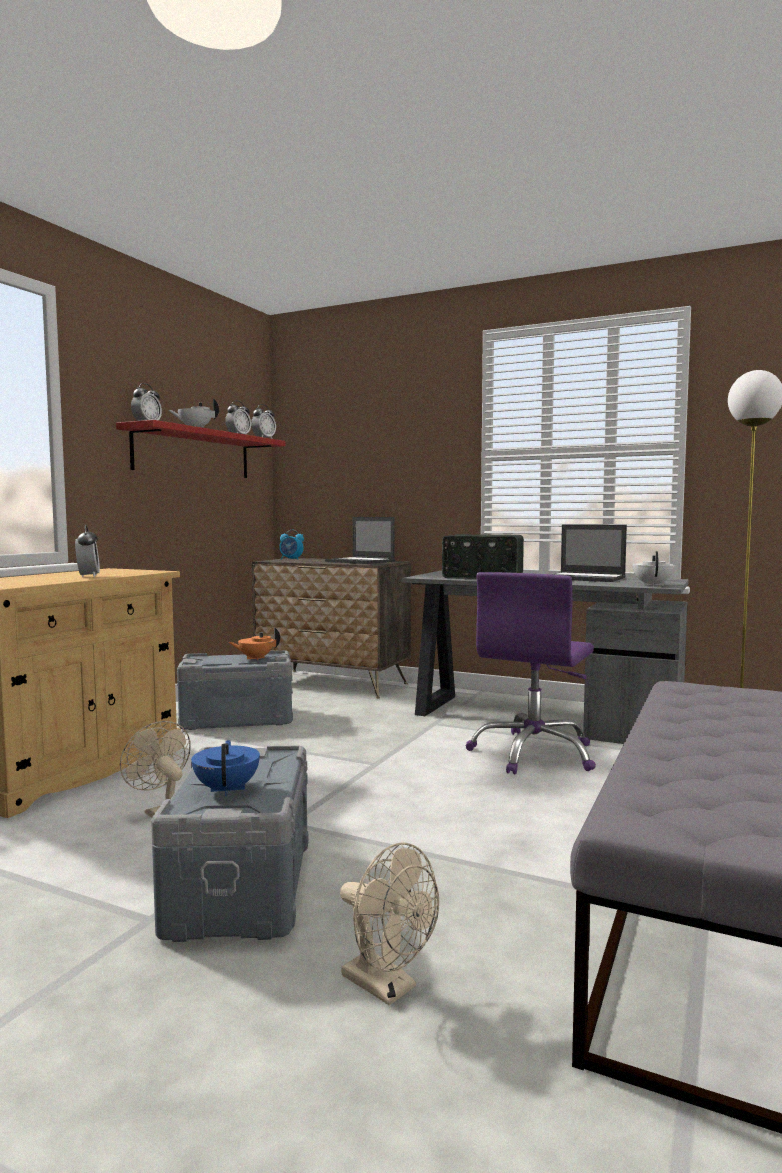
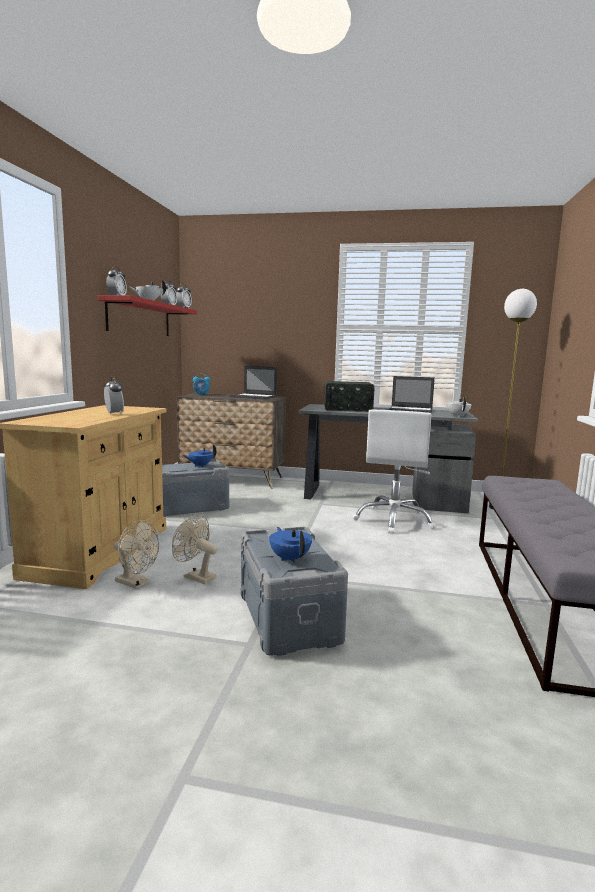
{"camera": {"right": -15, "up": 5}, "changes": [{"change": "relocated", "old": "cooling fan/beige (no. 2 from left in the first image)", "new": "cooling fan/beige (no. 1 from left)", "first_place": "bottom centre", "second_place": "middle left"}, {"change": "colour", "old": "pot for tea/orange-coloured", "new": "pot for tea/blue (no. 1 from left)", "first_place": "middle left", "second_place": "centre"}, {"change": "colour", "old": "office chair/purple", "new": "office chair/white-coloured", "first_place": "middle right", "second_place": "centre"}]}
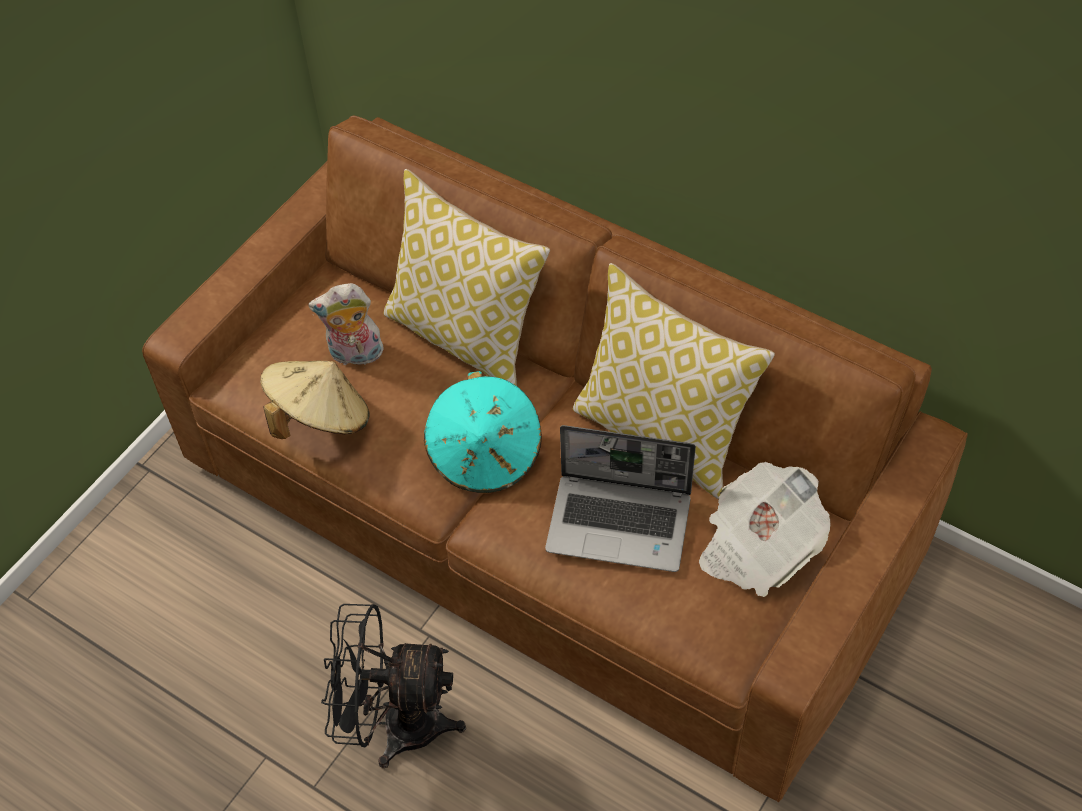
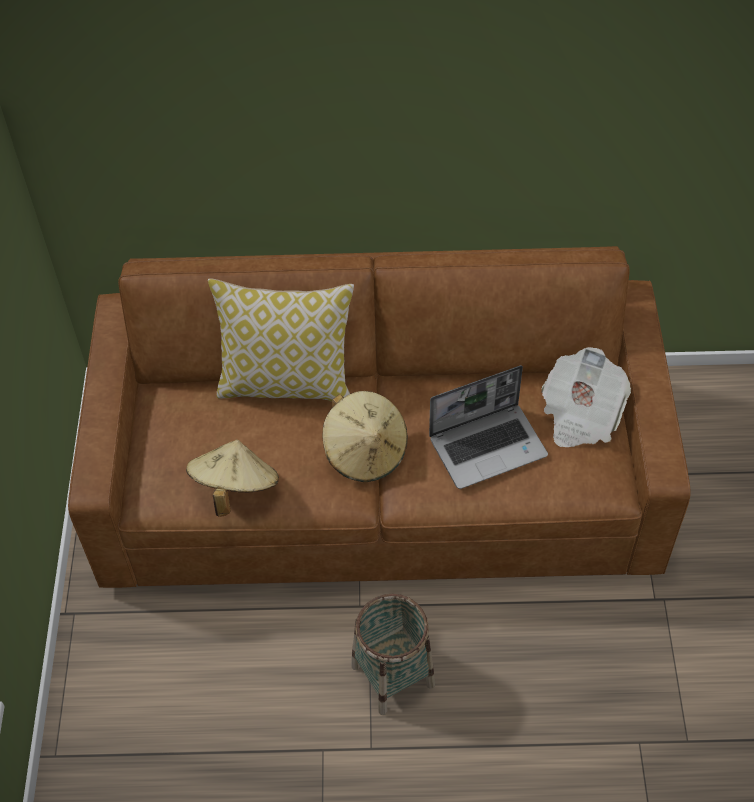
{"camera": {"right": -35, "up": 0}, "changes": [{"change": "missing", "old": "soft toy", "first_place": "middle left"}, {"change": "missing", "old": "throw pillow (no. 2 from left)", "first_place": "centre"}, {"change": "exchanged", "old": "cooling fan/black-coloured", "new": "basket", "first_place": "bottom centre", "second_place": "bottom centre"}, {"change": "colour", "old": "wearable hat/turquoise-coloured", "new": "wearable hat/beige (no. 2 from left)", "first_place": "centre", "second_place": "centre"}]}
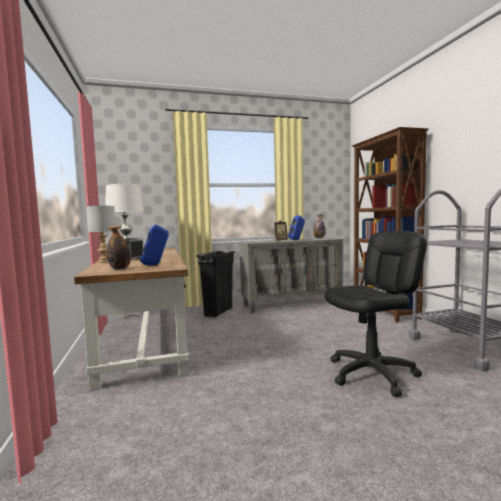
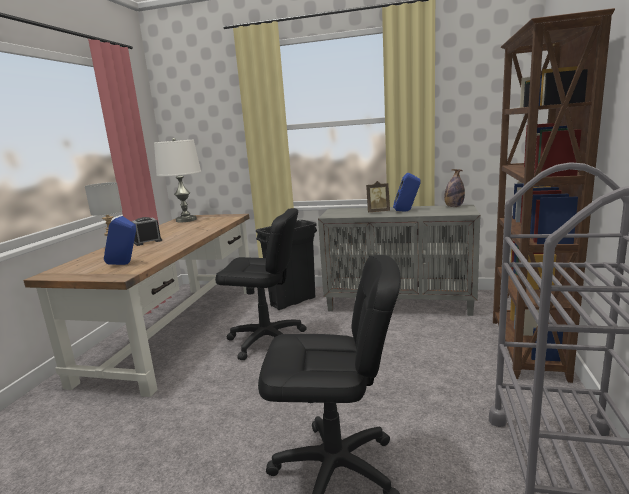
{"camera": {"right": 30, "up": 10}, "changes": [{"change": "missing", "old": "bottle (no. 1 from left)", "first_place": "middle left"}, {"change": "appeared", "new": "office chair/black-coloured (no. 1 from left)", "second_place": "centre"}]}
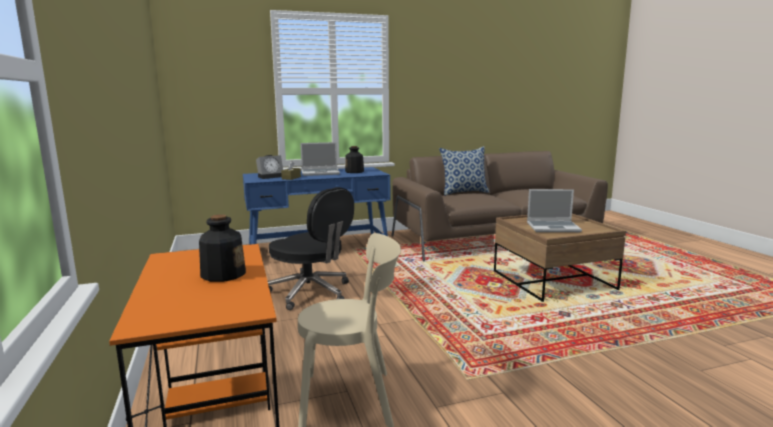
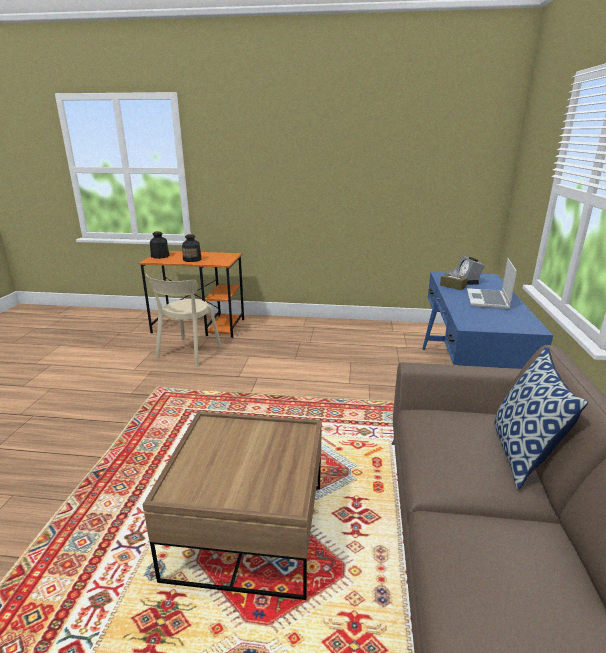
{"camera": {"right": 115, "up": 10}, "changes": [{"change": "missing", "old": "office chair/black-coloured", "first_place": "centre"}, {"change": "missing", "old": "laptop (no. 2 from left)", "first_place": "middle right"}, {"change": "relocated", "old": "bottle (no. 2 from left in the first image)", "new": "bottle (no. 1 from left)", "first_place": "centre", "second_place": "middle left"}]}
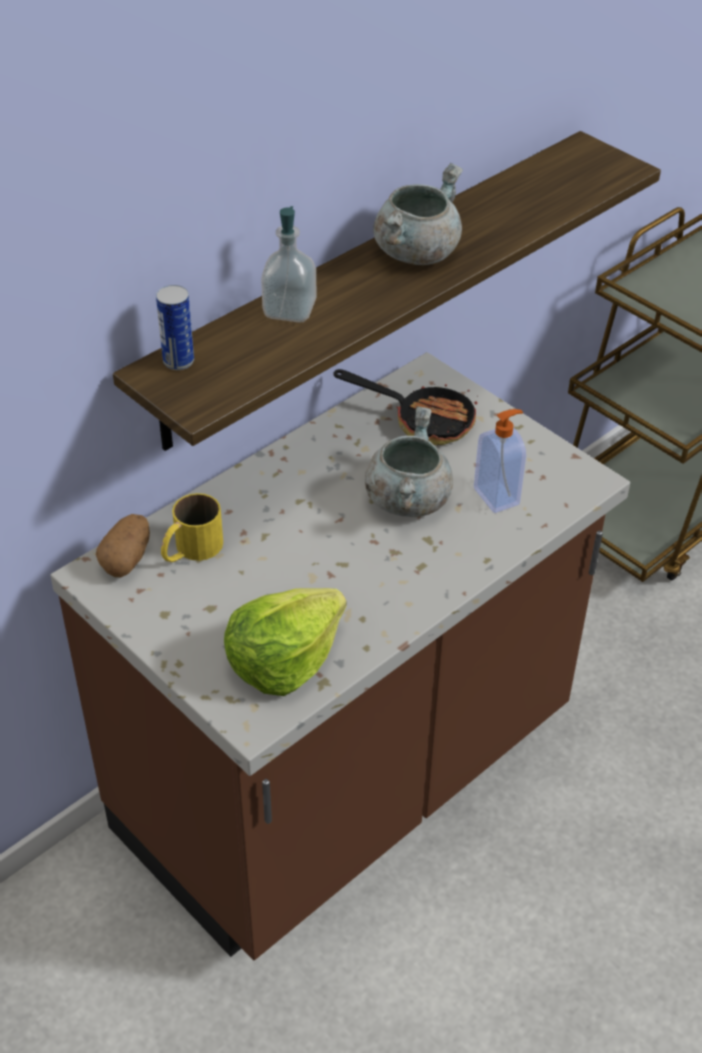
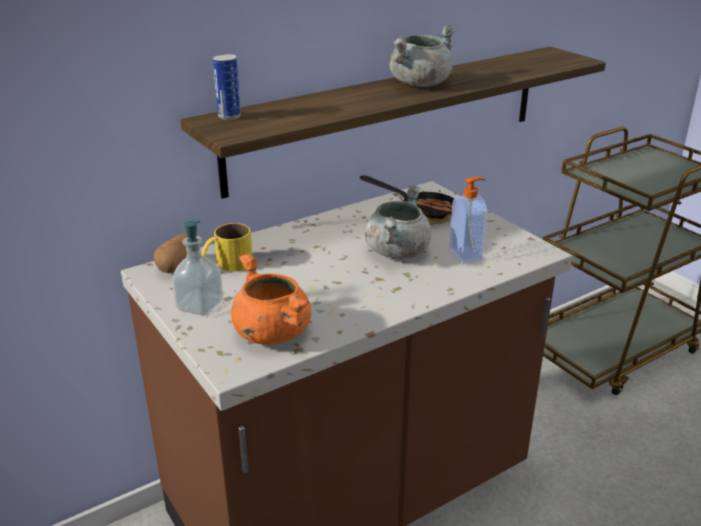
{"camera": {"right": 10, "up": -15}, "changes": [{"change": "relocated", "old": "soap dispenser (no. 1 from left)", "first_place": "top centre", "second_place": "middle left"}, {"change": "exchanged", "old": "lettuce", "new": "stockpot/orange-coloured", "first_place": "centre", "second_place": "centre"}]}
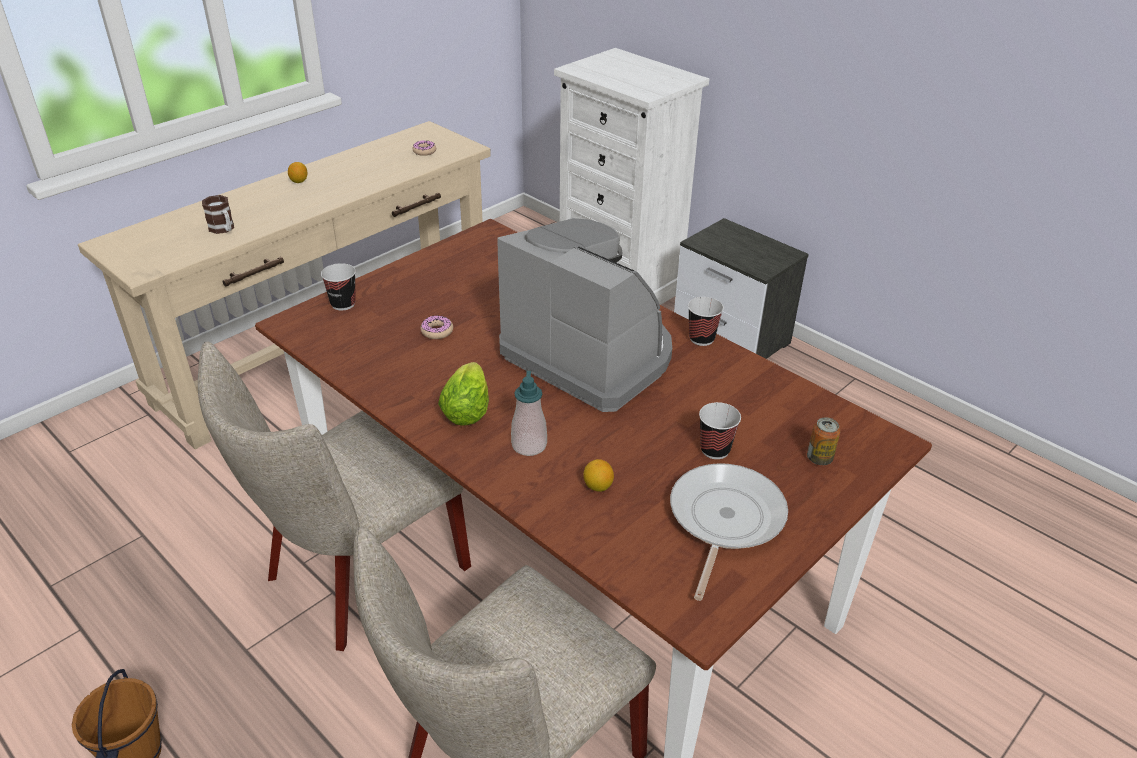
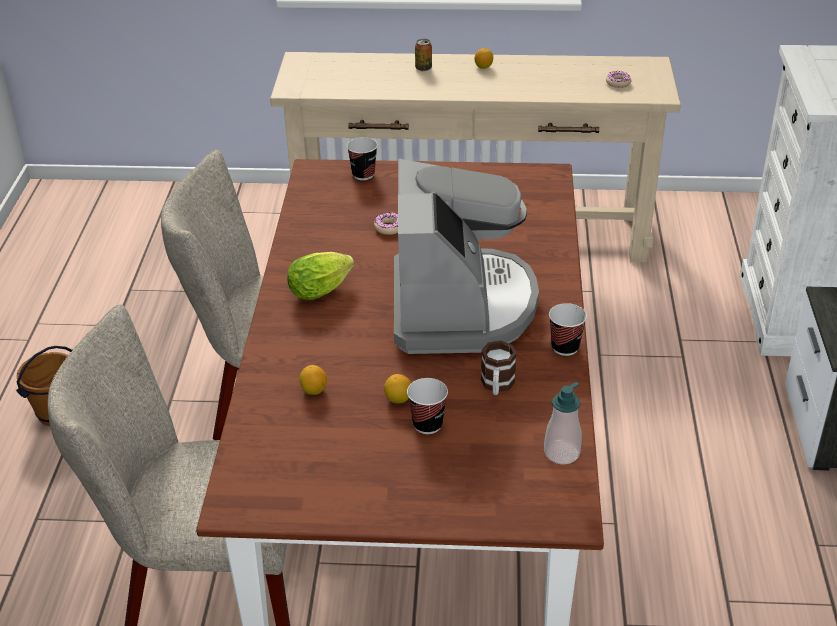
{"camera": {"right": 50, "up": 0}, "changes": [{"change": "missing", "old": "skillet", "first_place": "bottom centre"}, {"change": "appeared", "new": "whole lemon (no. 2 from left)", "second_place": "centre"}, {"change": "relocated", "old": "mug", "first_place": "top left", "second_place": "centre"}, {"change": "relocated", "old": "soap dispenser", "first_place": "centre", "second_place": "bottom right"}, {"change": "relocated", "old": "can", "first_place": "middle right", "second_place": "top centre"}]}
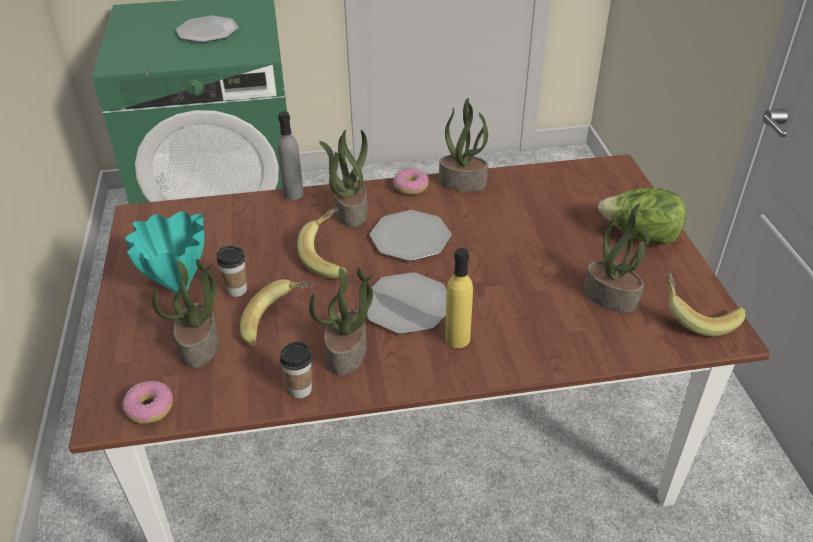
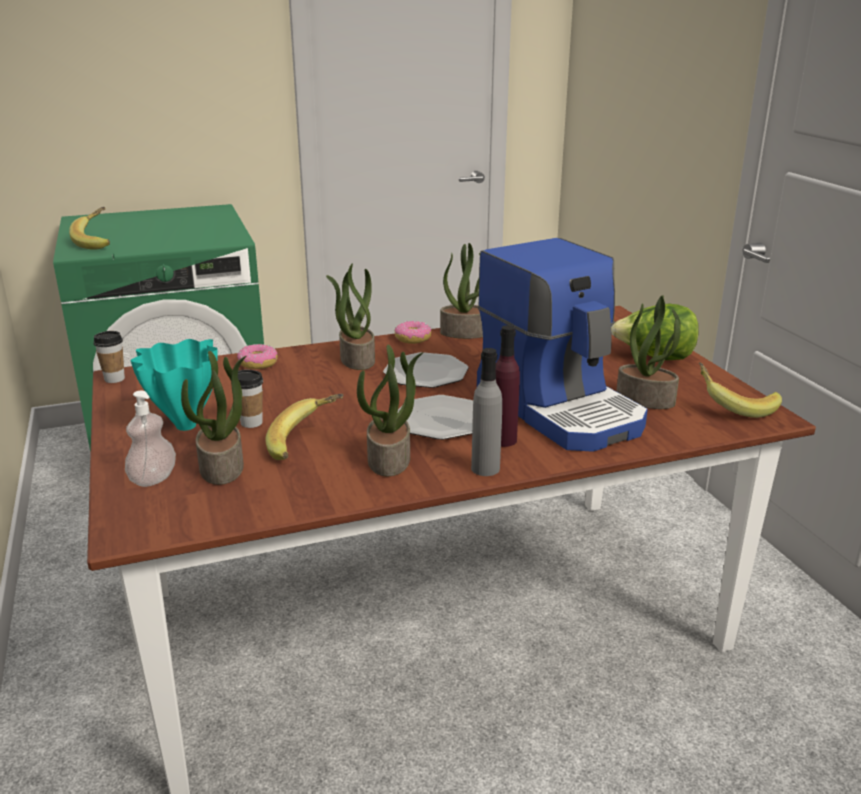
{"camera": {"right": -10, "up": -15}, "changes": [{"change": "missing", "old": "flat dish (no. 1 from left)", "first_place": "top left"}, {"change": "appeared", "new": "soap dispenser", "second_place": "middle left"}, {"change": "appeared", "new": "coffee machine", "second_place": "centre"}, {"change": "relocated", "old": "donut (no. 1 from left)", "first_place": "bottom left", "second_place": "middle left"}, {"change": "relocated", "old": "bottle/grey", "first_place": "top centre", "second_place": "centre"}, {"change": "relocated", "old": "drinking cup (no. 2 from left in the first image)", "new": "drinking cup (no. 1 from left)", "first_place": "bottom centre", "second_place": "middle left"}, {"change": "relocated", "old": "whole banana (no. 2 from left in the first image)", "new": "whole banana (no. 1 from left)", "first_place": "centre", "second_place": "top left"}, {"change": "colour", "old": "bottle/yellow-coloured", "new": "bottle/purple", "first_place": "centre", "second_place": "centre"}]}
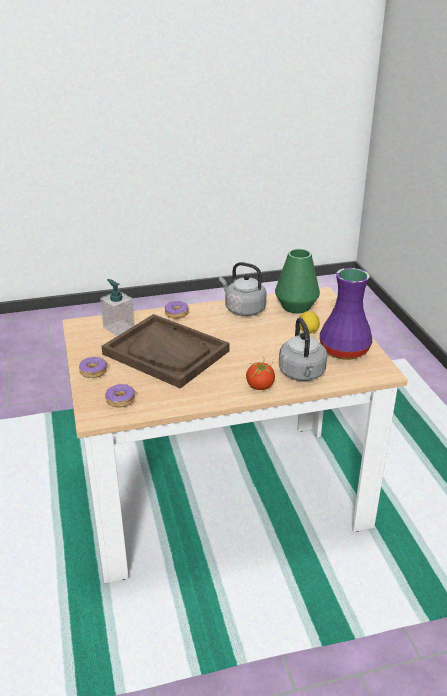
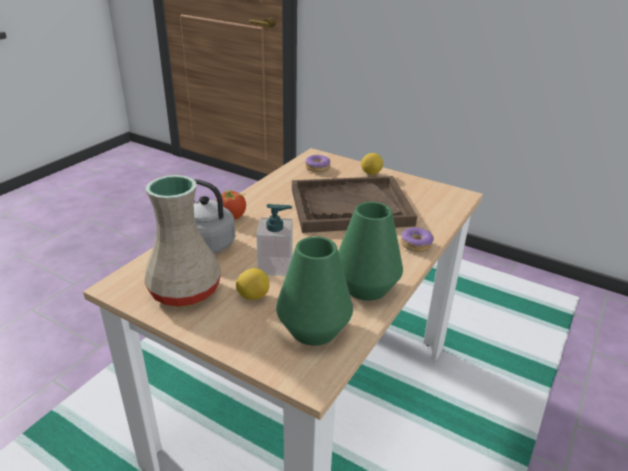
{"camera": {"right": 135, "up": 0}, "changes": [{"change": "relocated", "old": "soap dispenser", "first_place": "middle left", "second_place": "centre"}, {"change": "exchanged", "old": "donut (no. 1 from left)", "new": "whole lemon (no. 2 from left)", "first_place": "middle left", "second_place": "centre"}, {"change": "exchanged", "old": "water kettle/grey (no. 1 from left)", "new": "decorative vase/greenish (no. 2 from left)", "first_place": "centre", "second_place": "centre"}, {"change": "colour", "old": "decorative vase/purple", "new": "decorative vase/beige", "first_place": "middle right", "second_place": "middle left"}]}
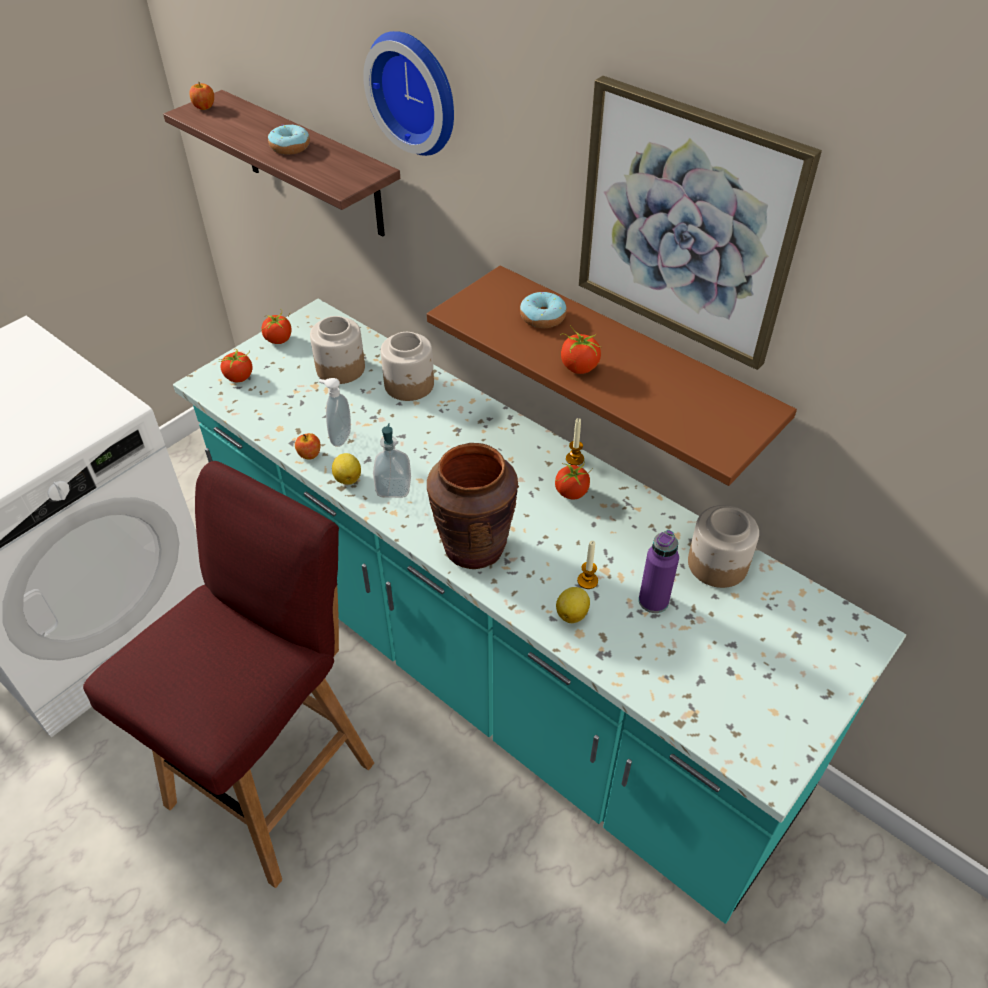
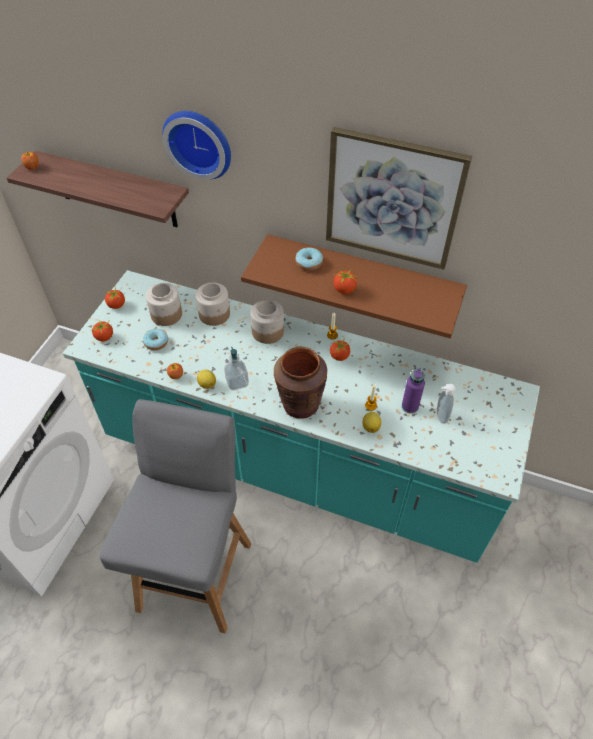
{"camera": {"right": -20, "up": 5}, "changes": [{"change": "relocated", "old": "donut (no. 1 from left)", "first_place": "top left", "second_place": "middle left"}, {"change": "relocated", "old": "soap dispenser (no. 1 from left in the first image)", "new": "soap dispenser (no. 2 from left)", "first_place": "centre", "second_place": "middle right"}, {"change": "relocated", "old": "storage jar (no. 3 from left)", "first_place": "middle right", "second_place": "centre"}, {"change": "colour", "old": "stool/red-coloured", "new": "stool/grey", "first_place": "bottom left", "second_place": "bottom left"}]}
